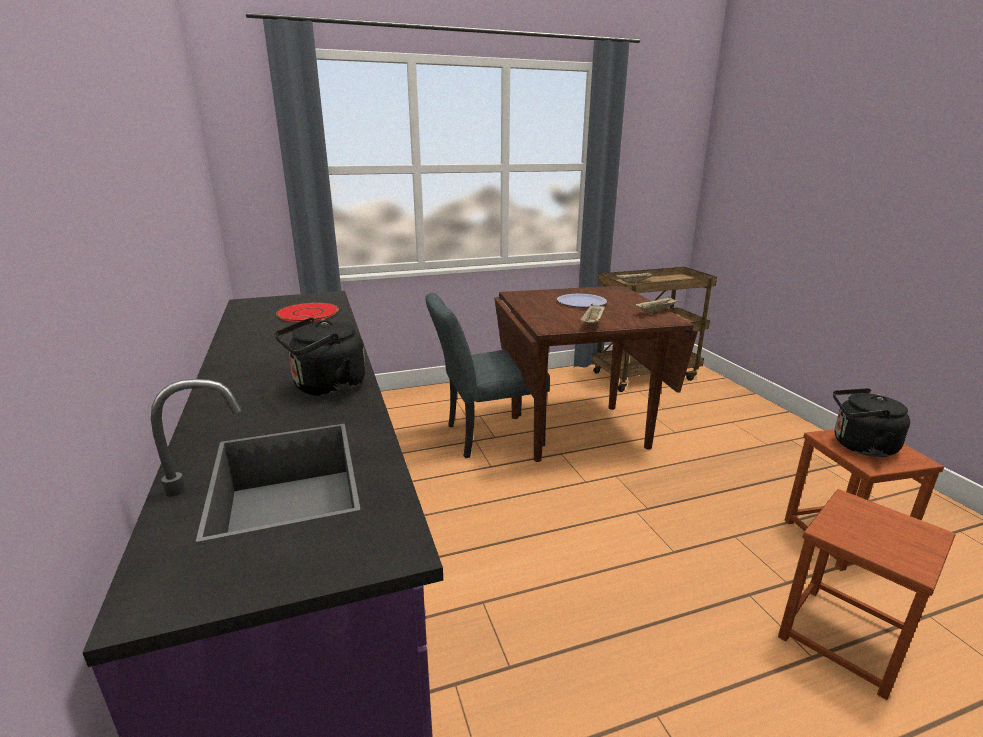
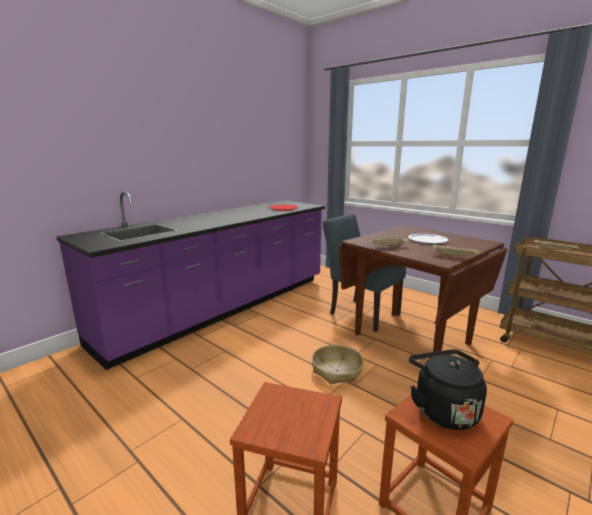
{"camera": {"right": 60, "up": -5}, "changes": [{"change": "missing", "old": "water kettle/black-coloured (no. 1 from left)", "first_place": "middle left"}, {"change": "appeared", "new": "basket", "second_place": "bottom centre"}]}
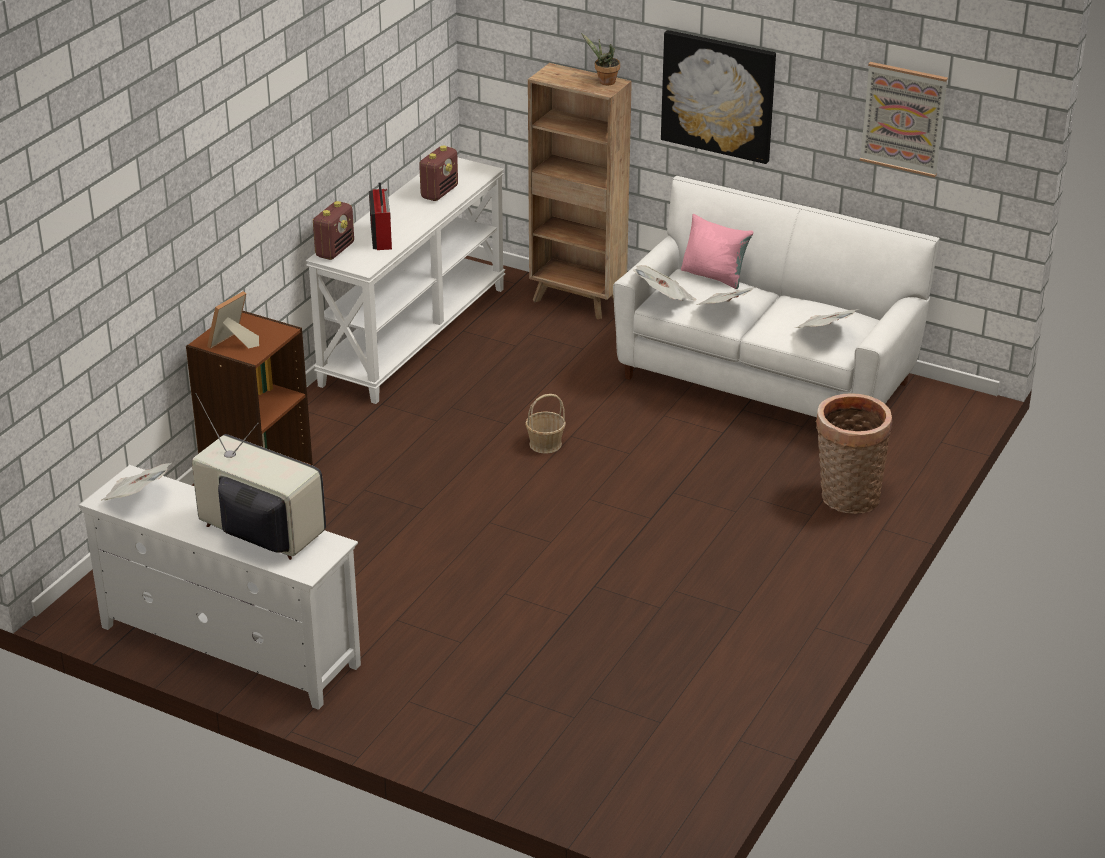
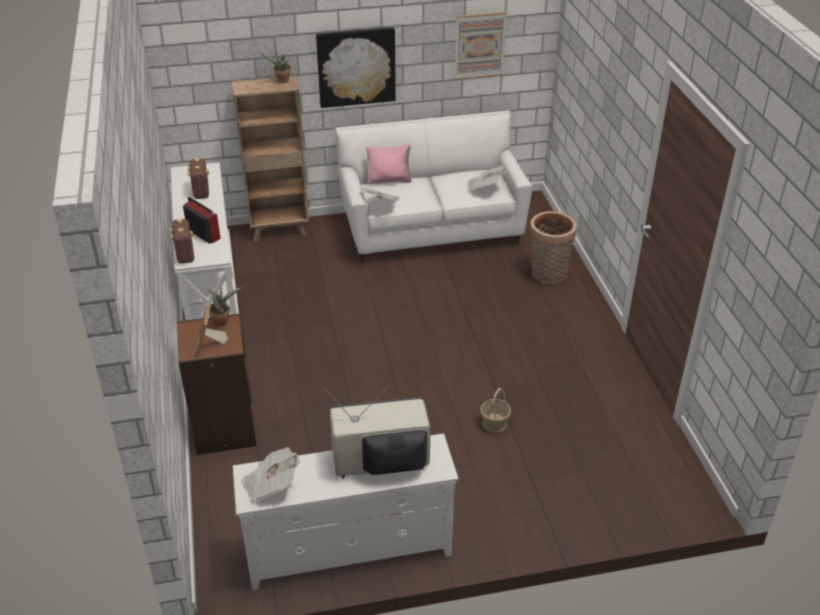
{"camera": {"right": -40, "up": 5}, "changes": [{"change": "missing", "old": "printed paper (no. 3 from left)", "first_place": "centre"}, {"change": "appeared", "new": "houseplant (no. 1 from left)", "second_place": "middle left"}, {"change": "relocated", "old": "basket (no. 1 from left)", "first_place": "centre", "second_place": "bottom centre"}]}
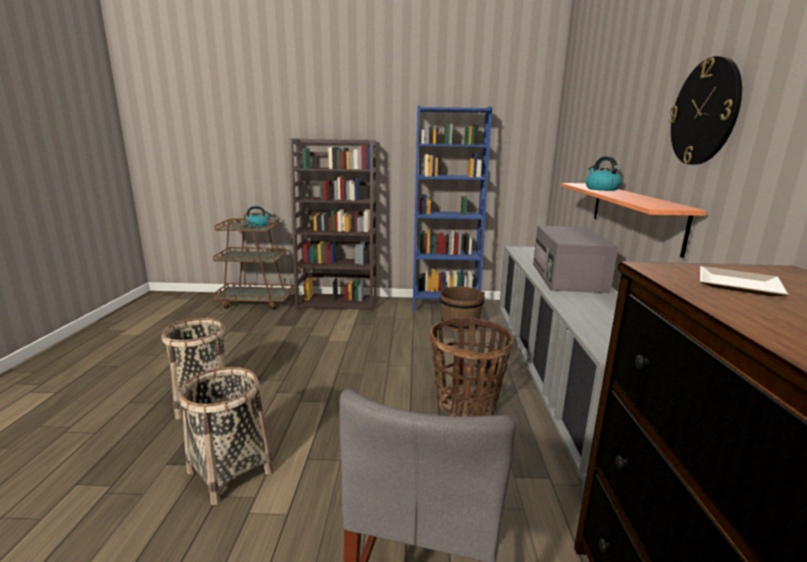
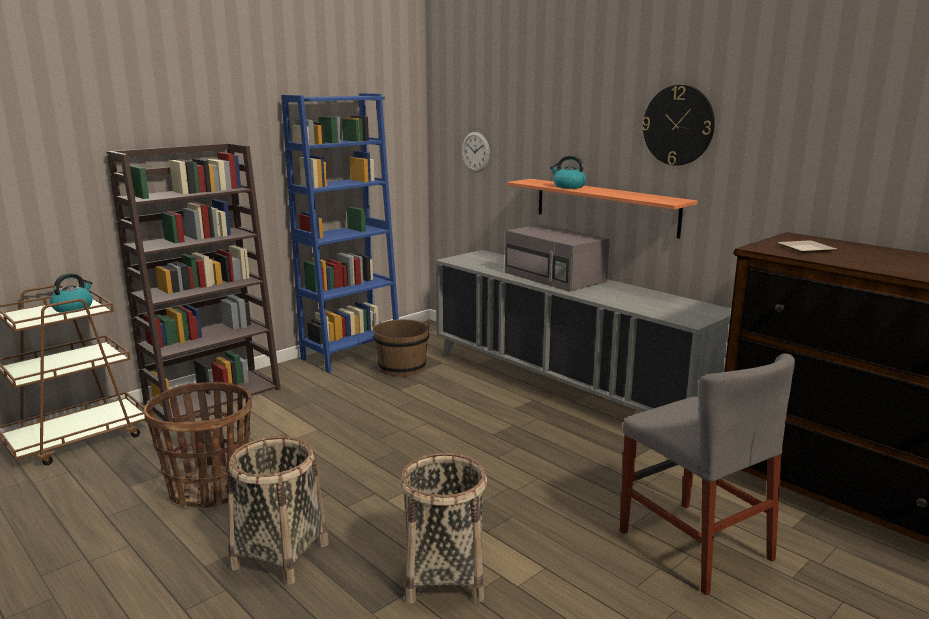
{"camera": {"right": -45, "up": 0}, "changes": [{"change": "appeared", "new": "hanging clock (no. 1 from left)", "second_place": "top centre"}, {"change": "relocated", "old": "basket (no. 3 from left in the first image)", "new": "basket (no. 1 from left)", "first_place": "centre", "second_place": "bottom left"}]}
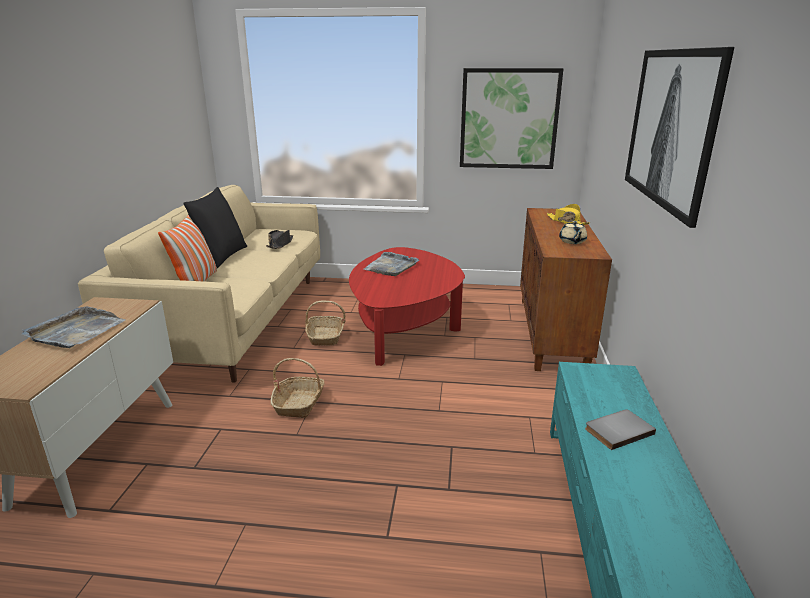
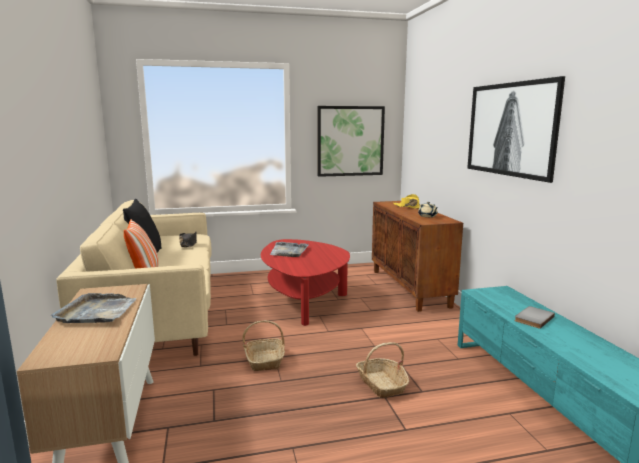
{"camera": {"right": -20, "up": -10}, "changes": [{"change": "relocated", "old": "basket (no. 2 from left)", "first_place": "centre", "second_place": "bottom centre"}]}
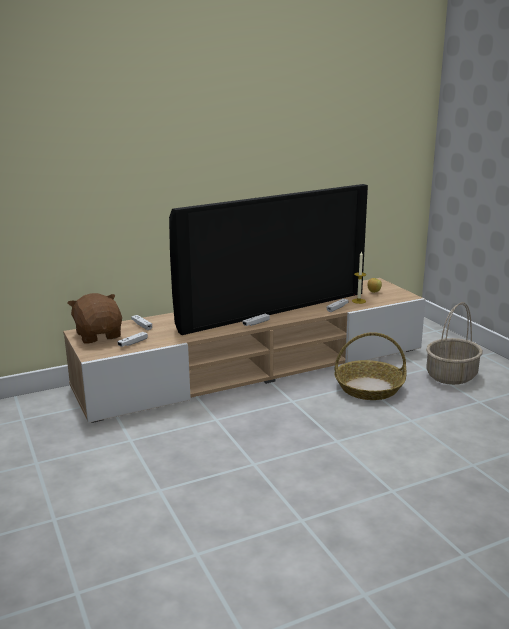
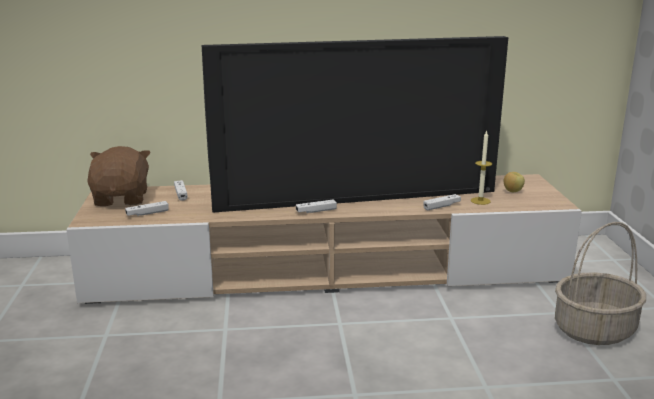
{"camera": {"right": 20, "up": 0}, "changes": [{"change": "missing", "old": "basket (no. 1 from left)", "first_place": "middle right"}]}
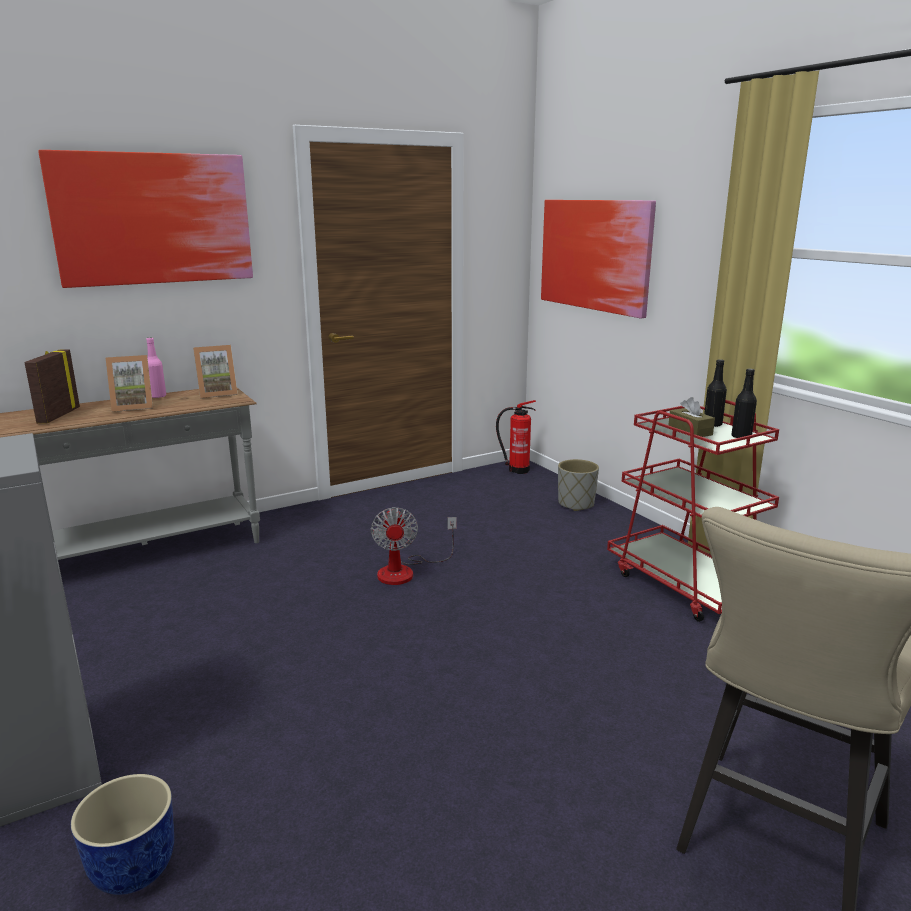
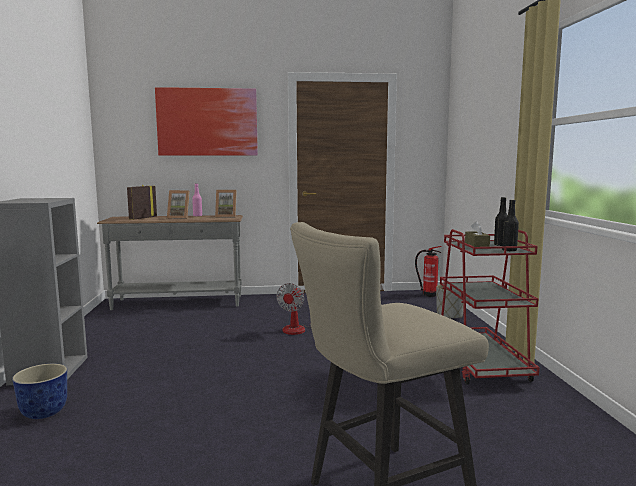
{"camera": {"right": 25, "up": -10}, "changes": [{"change": "missing", "old": "wall picture (no. 2 from left)", "first_place": "top centre"}]}
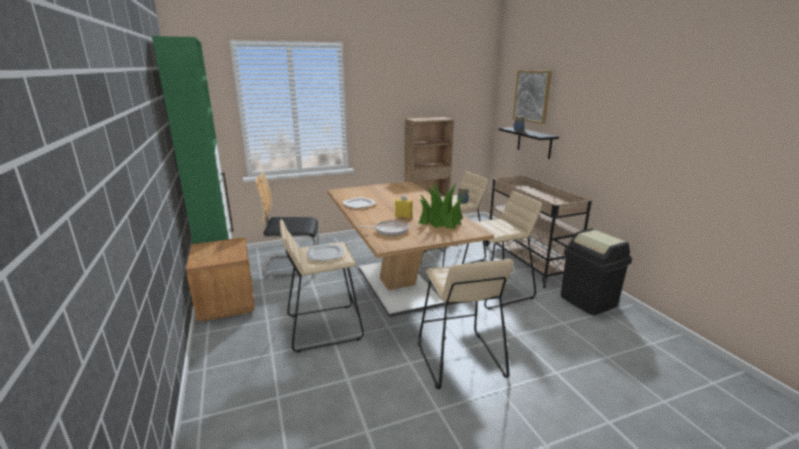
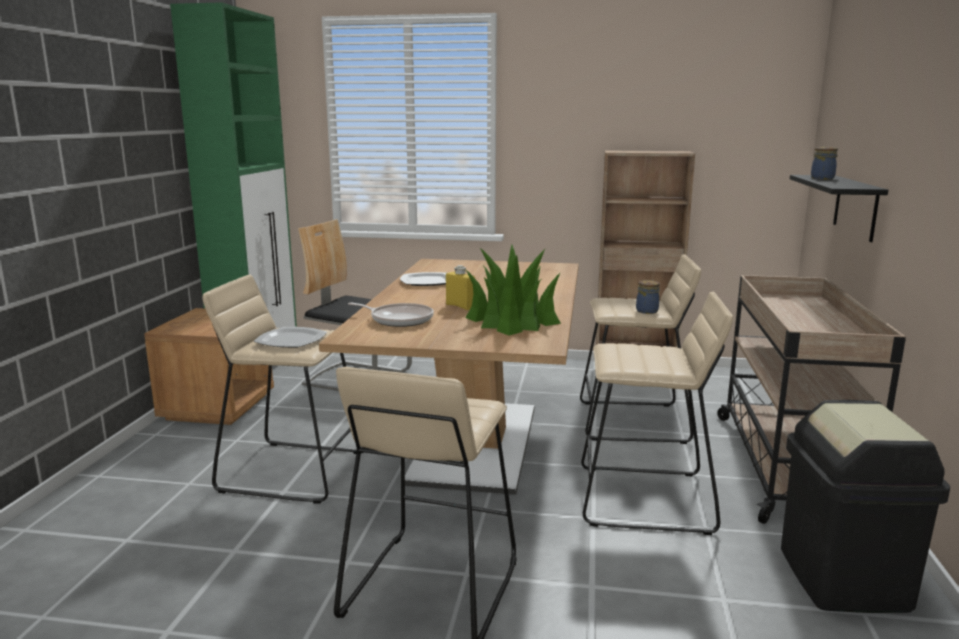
{"camera": {"right": 30, "up": -5}, "changes": [{"change": "missing", "old": "wall picture", "first_place": "top centre"}]}
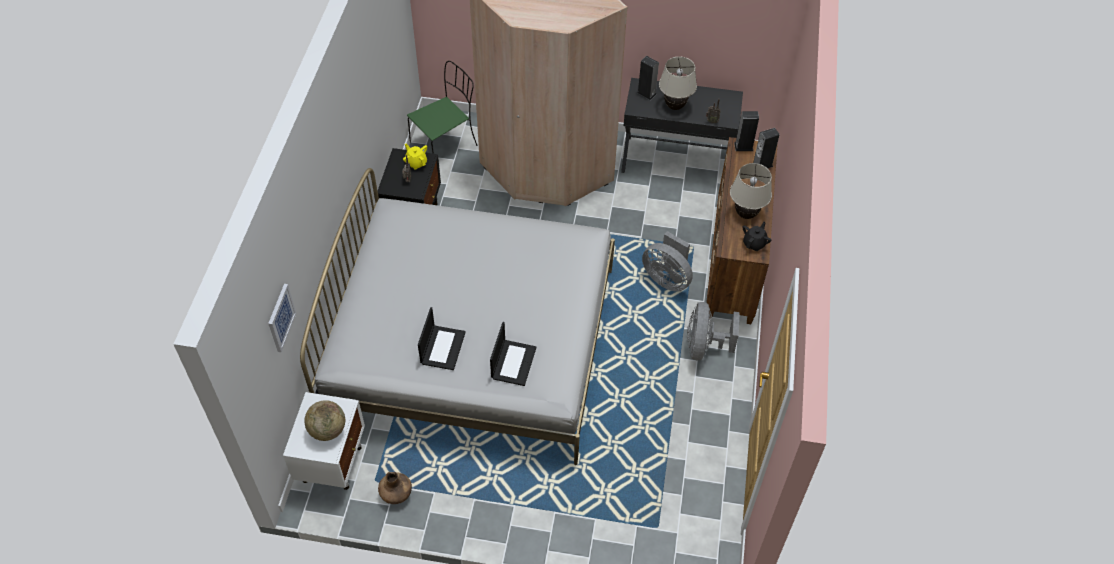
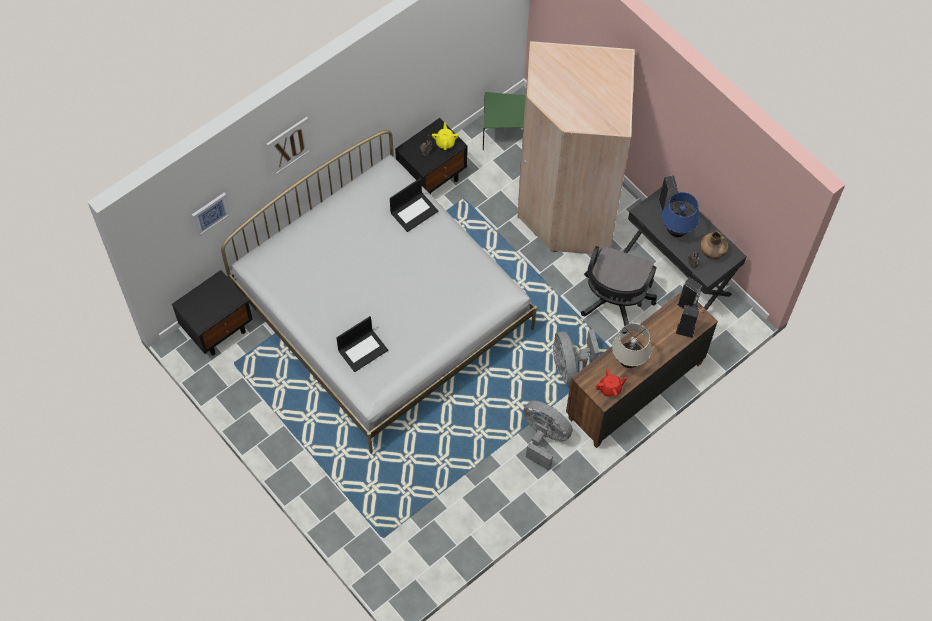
{"camera": {"right": 40, "up": 10}, "changes": [{"change": "missing", "old": "desk globe", "first_place": "bottom left"}, {"change": "appeared", "new": "wall picture (no. 2 from left)", "second_place": "top left"}, {"change": "appeared", "new": "office chair/black-coloured", "second_place": "centre"}, {"change": "relocated", "old": "decorative vase/brown-coloured", "first_place": "bottom centre", "second_place": "middle right"}, {"change": "relocated", "old": "laptop (no. 1 from left in the first image)", "new": "laptop (no. 2 from left)", "first_place": "centre", "second_place": "top centre"}, {"change": "colour", "old": "nightstand/white-coloured", "new": "nightstand/black-coloured (no. 1 from left)", "first_place": "bottom left", "second_place": "middle left"}, {"change": "colour", "old": "tabletop lamp/beige (no. 1 from left)", "new": "tabletop lamp/blue", "first_place": "top centre", "second_place": "middle right"}, {"change": "colour", "old": "pot for tea/black-coloured", "new": "pot for tea/red-coloured", "first_place": "middle right", "second_place": "centre"}, {"change": "spun", "old": "cooling fan/grey (no. 2 from left in the first image)", "first_place": "centre", "second_place": "bottom centre", "degrees": 75}]}
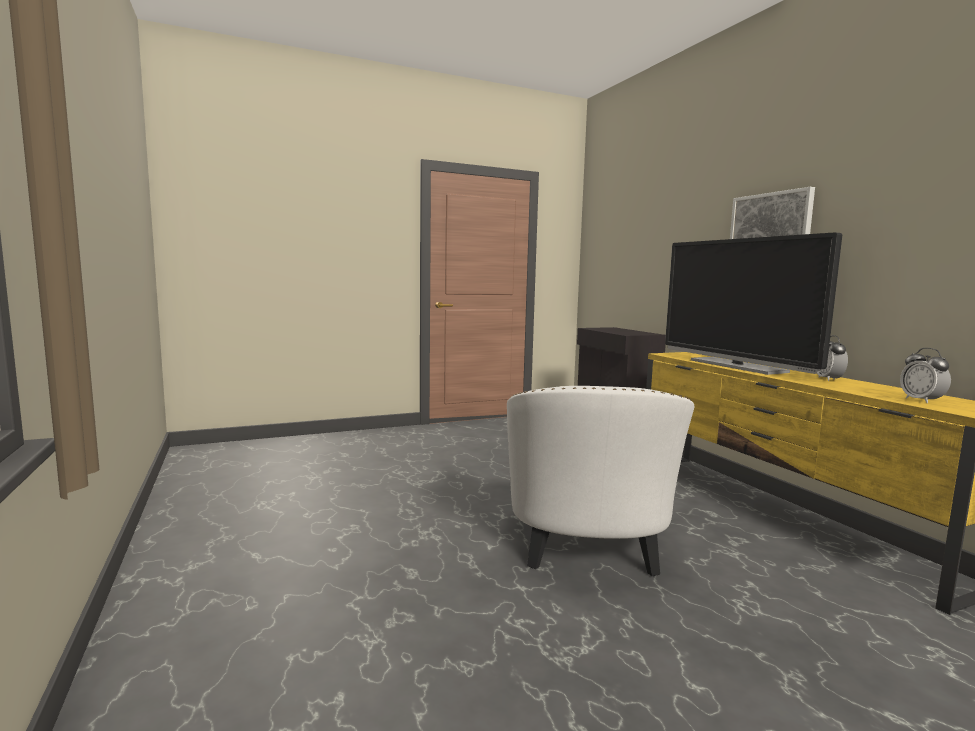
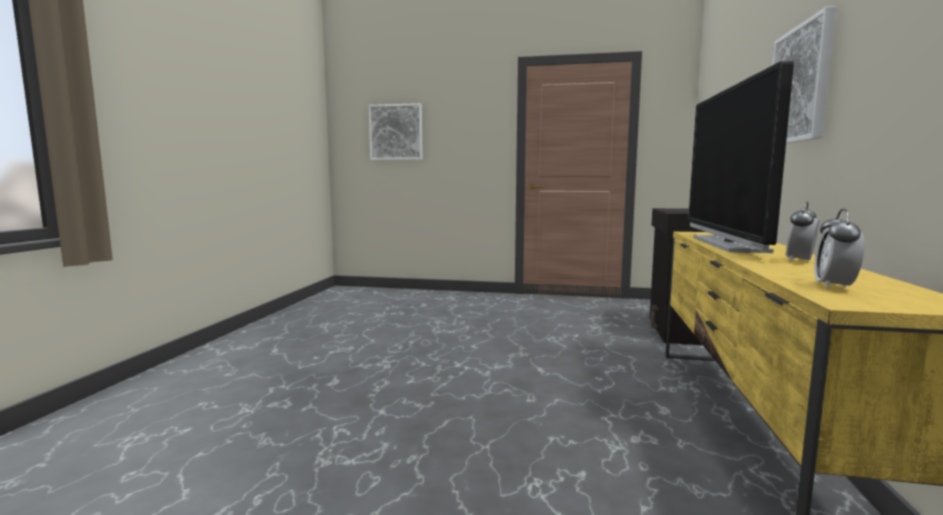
{"camera": {"right": 35, "up": 0}, "changes": [{"change": "missing", "old": "armchair/white-coloured", "first_place": "centre"}, {"change": "appeared", "new": "wall picture (no. 1 from left)", "second_place": "top centre"}]}
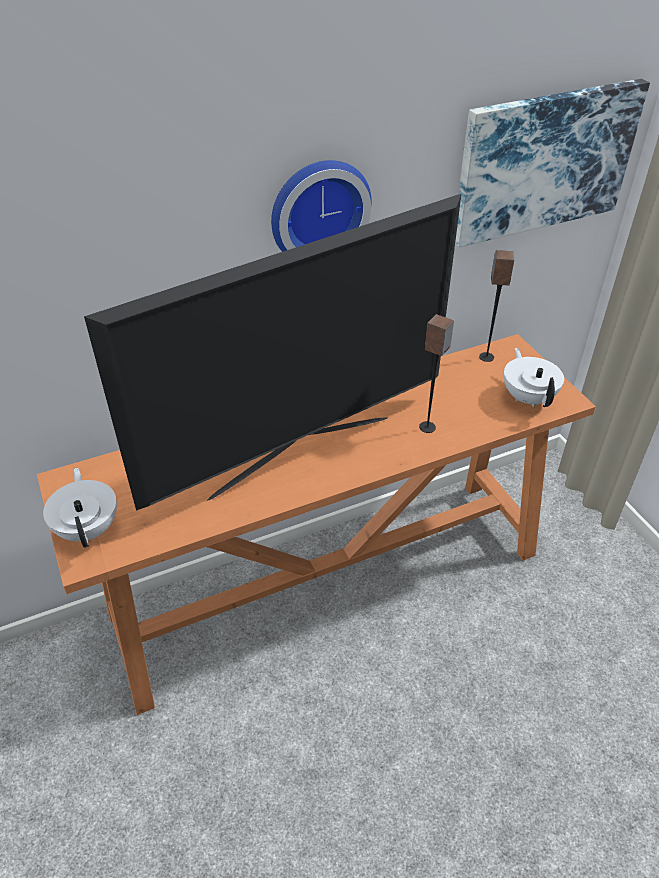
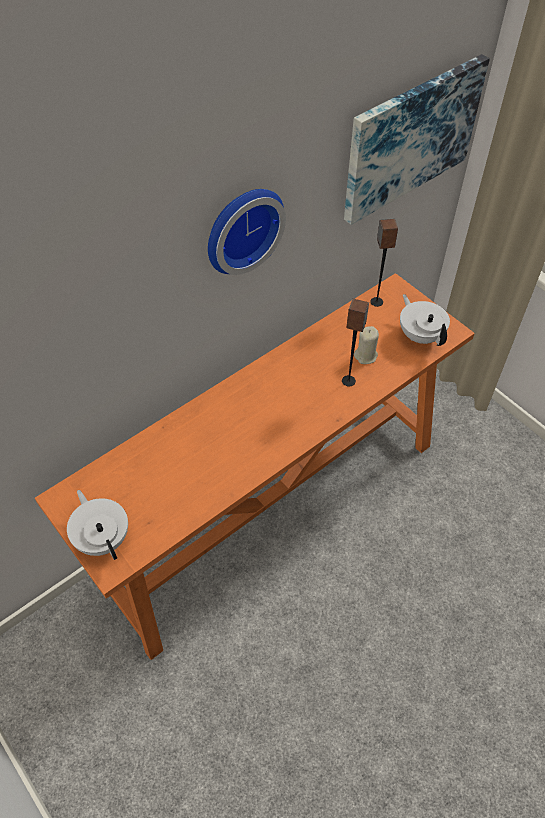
{"camera": {"right": -15, "up": 10}, "changes": [{"change": "missing", "old": "TV set", "first_place": "centre"}, {"change": "appeared", "new": "wax light/beige", "second_place": "middle right"}]}
